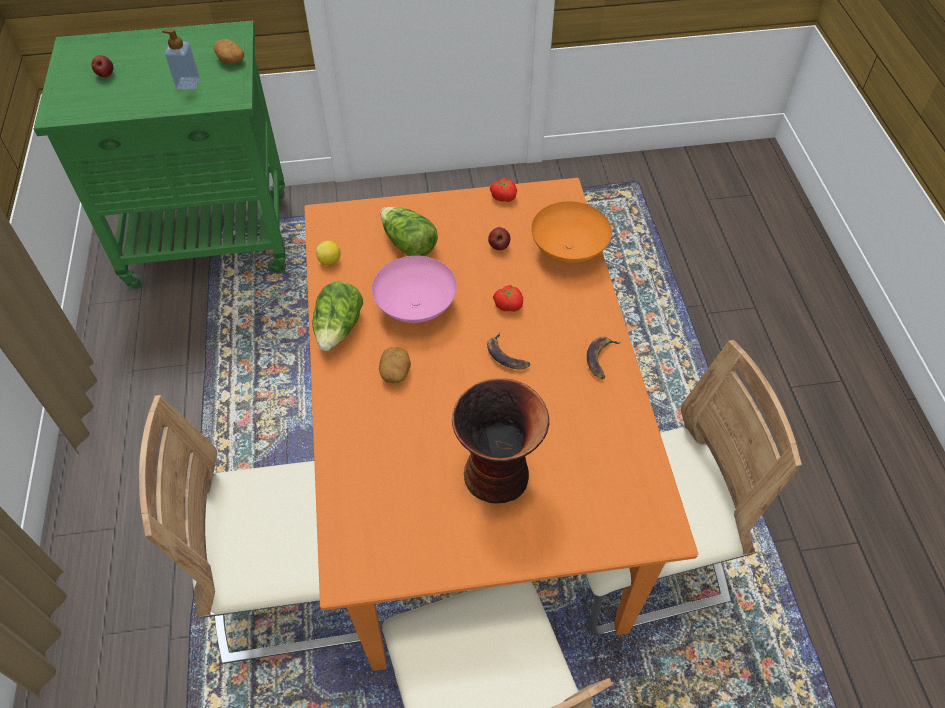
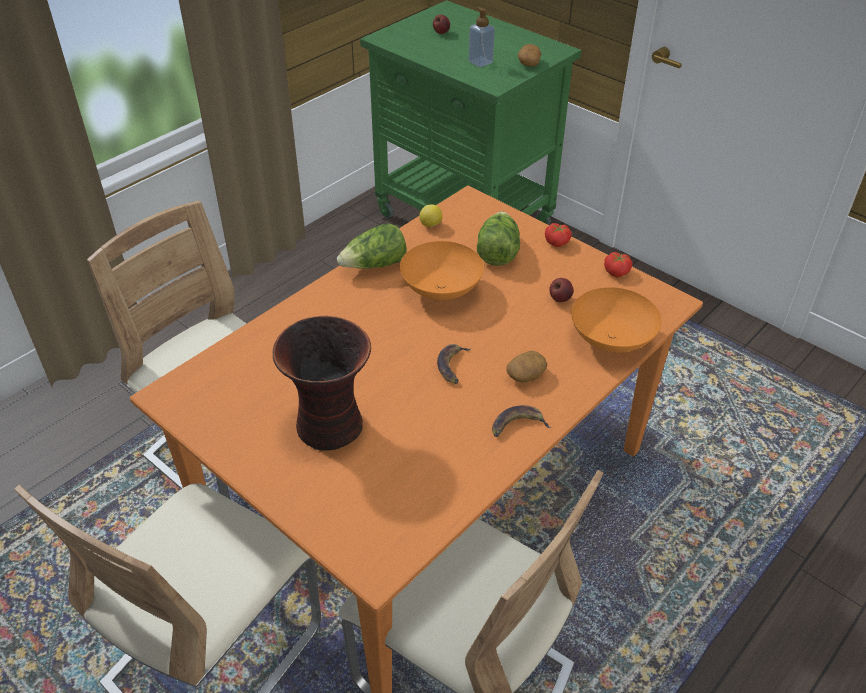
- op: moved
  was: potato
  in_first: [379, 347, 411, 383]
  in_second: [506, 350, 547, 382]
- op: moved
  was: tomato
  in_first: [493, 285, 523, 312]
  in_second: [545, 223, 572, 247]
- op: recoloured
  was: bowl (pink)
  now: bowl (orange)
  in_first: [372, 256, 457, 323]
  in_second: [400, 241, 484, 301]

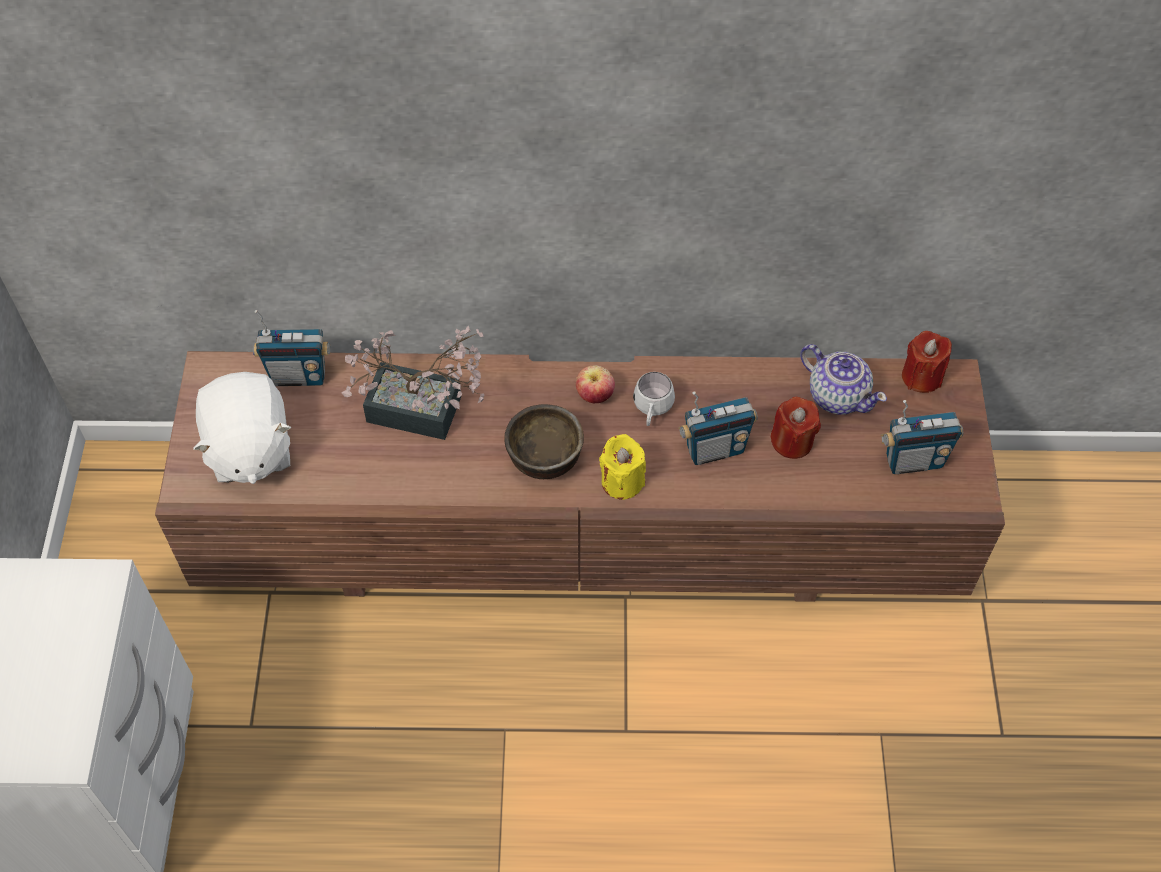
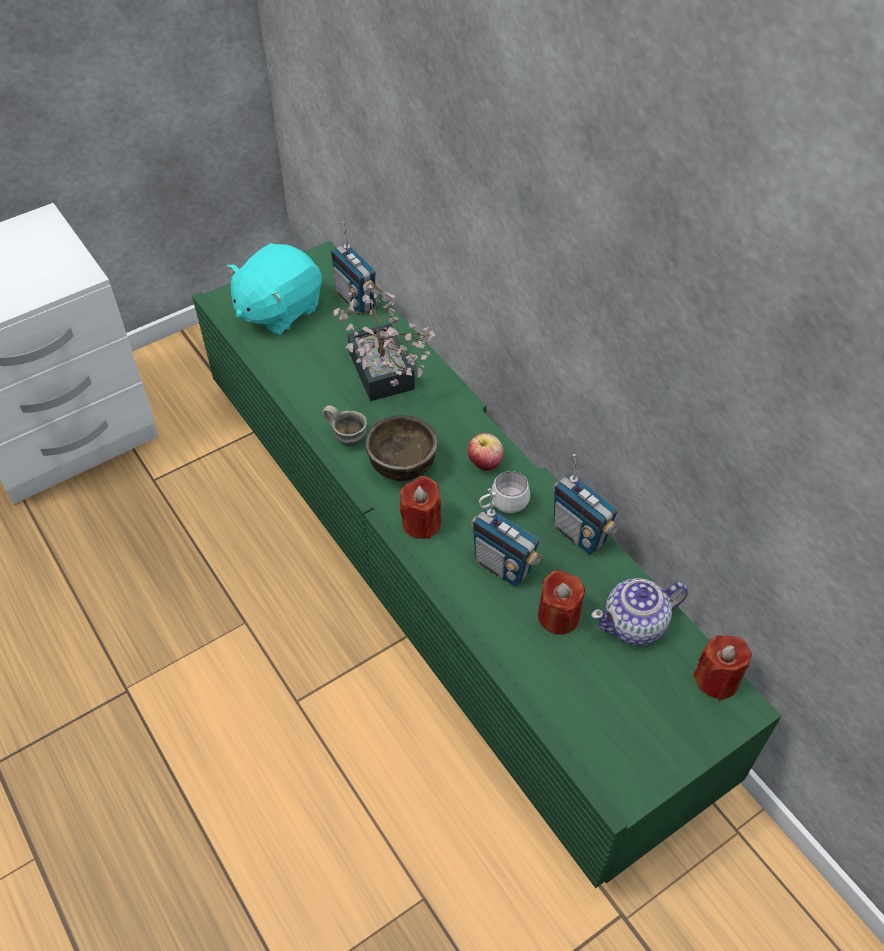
- op: added
  now: mug (grey)
  in_second: [322, 405, 367, 446]
- op: moved
  was: radio
  in_first: [881, 400, 963, 474]
  in_second: [553, 454, 619, 555]
- op: recoloured
  was: tv stand (brown)
  now: tv stand (green)
  in_first: [155, 351, 1005, 602]
  in_second: [192, 241, 781, 888]
- op: recoloured
  was: plush toy (white)
  now: plush toy (turquoise)
  in_first: [193, 372, 292, 484]
  in_second: [227, 243, 322, 336]
- op: recoloured
  was: candle (yellow)
  now: candle (red)
  in_first: [599, 434, 646, 500]
  in_second: [400, 476, 441, 539]
- op: turned
  was: teapot
  in_first: [800, 344, 887, 415]
  in_second: [591, 578, 688, 646]
  clockwise: 60

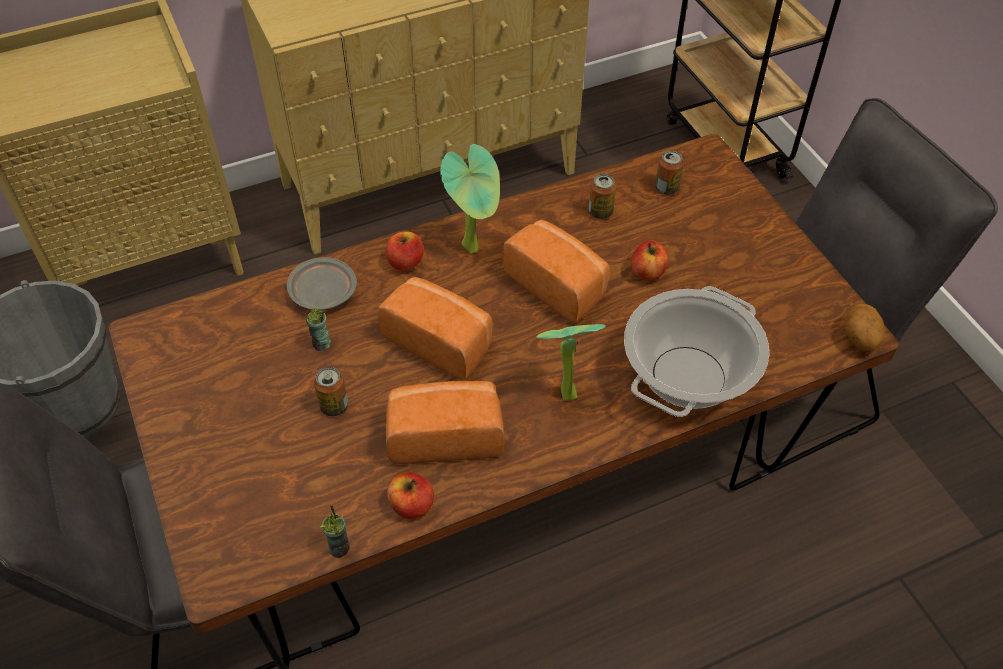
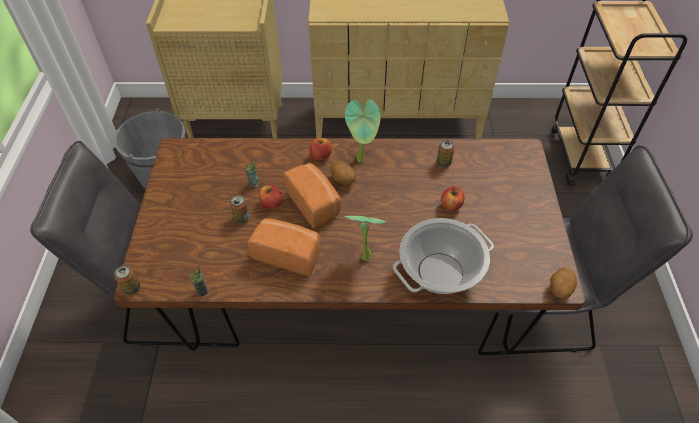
- op: removed
  was: plate (grey)
  in_first: [287, 257, 357, 310]
- op: removed
  was: bread
  in_first: [502, 220, 610, 323]
- op: added
  now: potato
  in_second: [330, 161, 356, 185]
- op: moved
  was: apple
  in_first: [387, 472, 434, 519]
  in_second: [259, 185, 282, 209]
- op: moved
  was: can
  in_first: [655, 150, 684, 195]
  in_second: [114, 265, 140, 295]

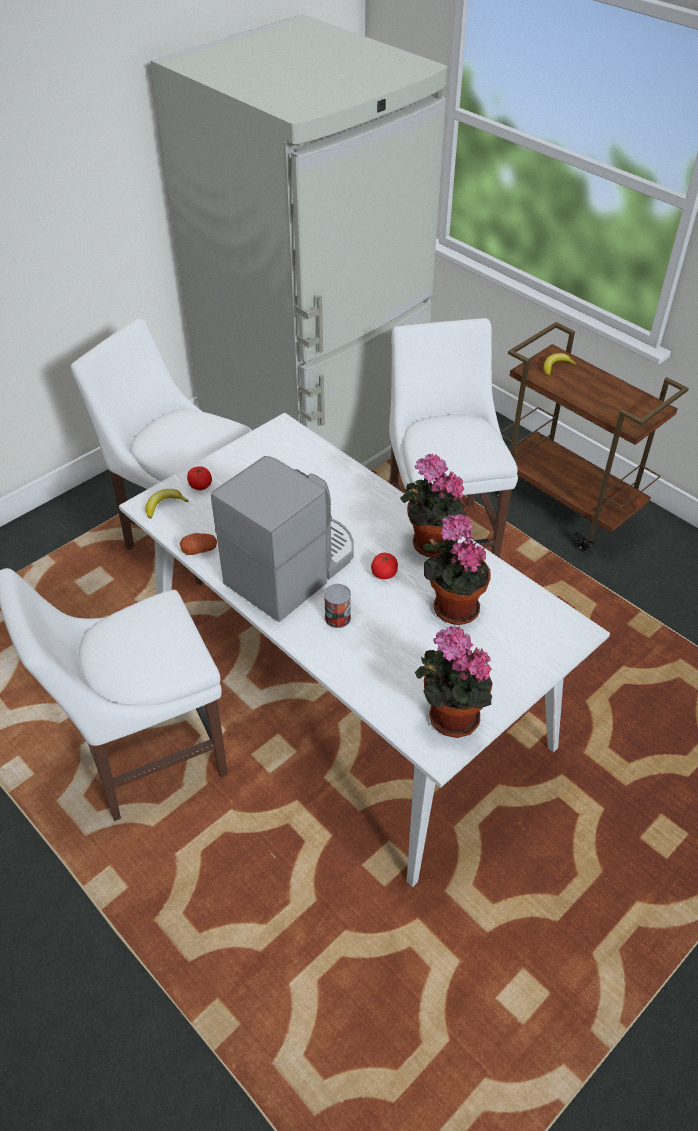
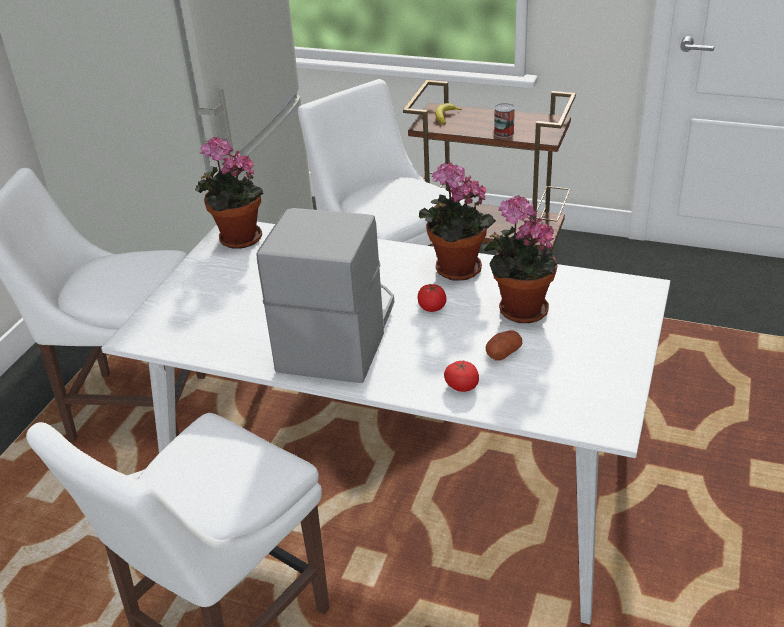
- op: removed
  was: banana
  in_first: [145, 489, 189, 519]
- op: moved
  was: potato
  in_first: [180, 533, 217, 555]
  in_second: [486, 330, 522, 361]
- op: moved
  was: tomato
  in_first: [187, 467, 212, 490]
  in_second: [444, 361, 479, 392]
- op: moved
  was: can
  in_first: [324, 584, 351, 628]
  in_second: [494, 103, 515, 138]
- op: moved
  was: potted plant
  in_first: [415, 626, 493, 738]
  in_second: [195, 137, 263, 249]

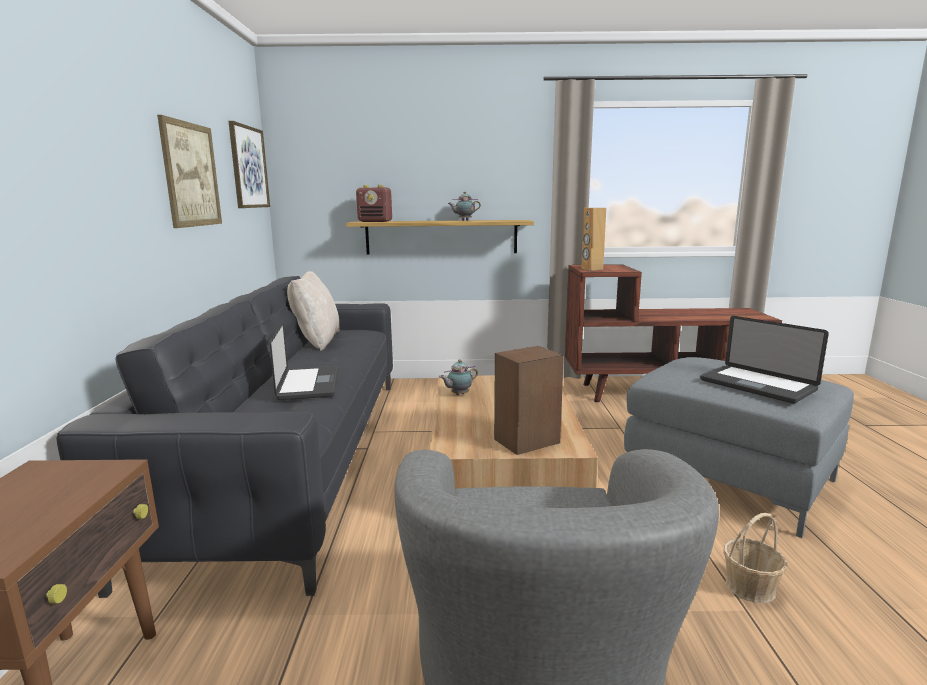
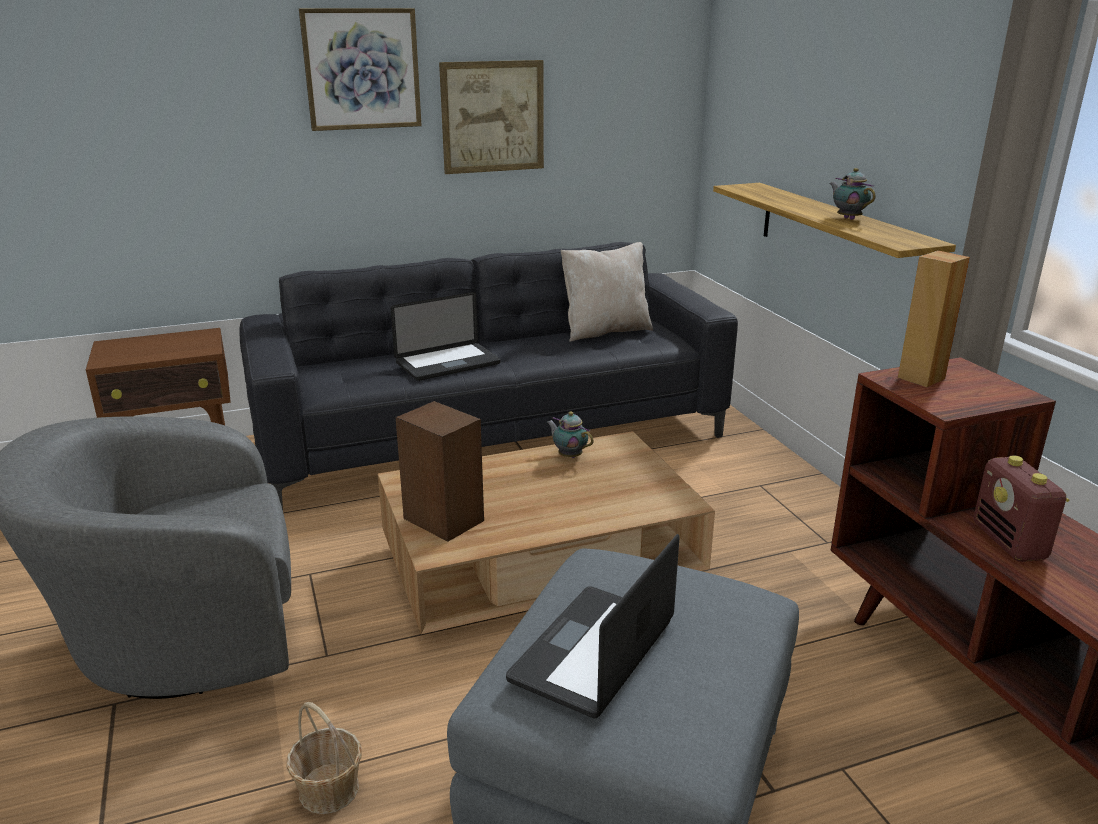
- op: moved
  was: picture
  in_first: [228, 121, 270, 208]
  in_second: [299, 8, 422, 131]
- op: moved
  was: radio
  in_first: [356, 185, 392, 222]
  in_second: [974, 455, 1069, 562]

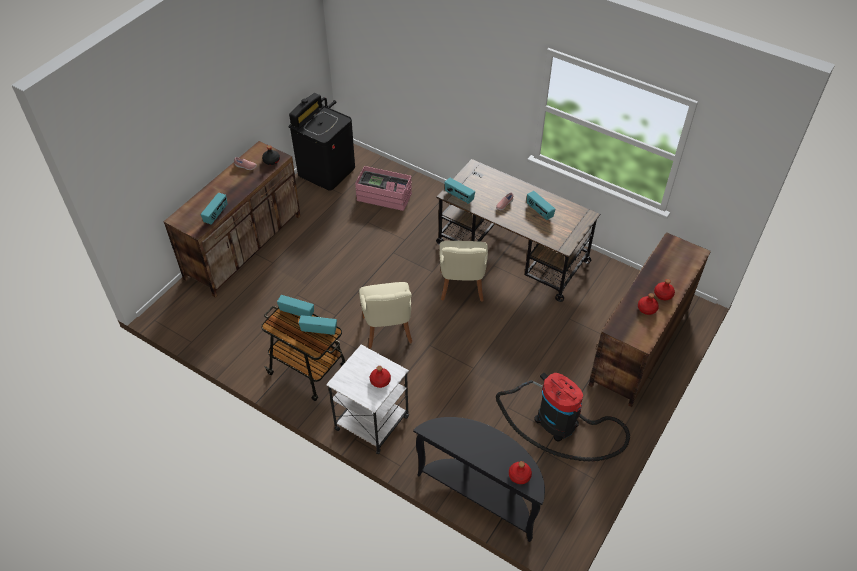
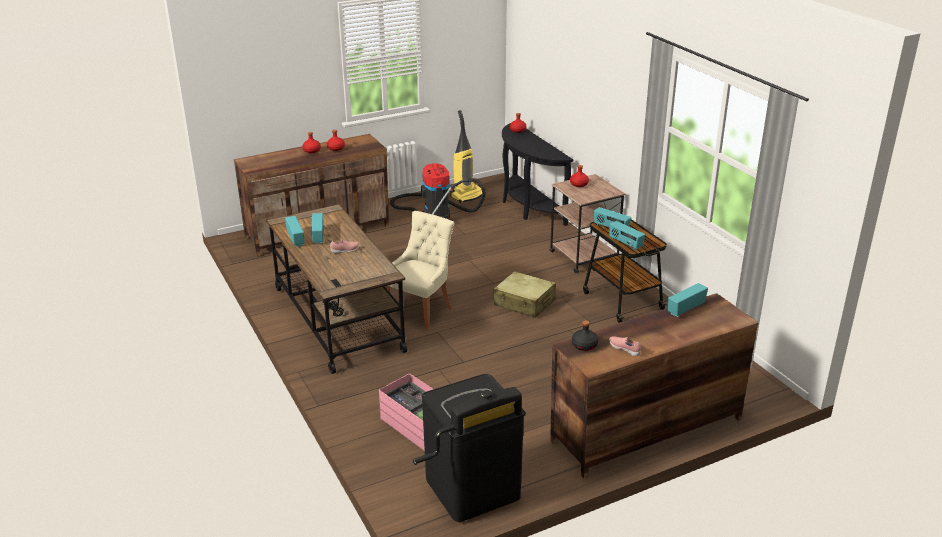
- op: added
  now: vacuum cleaner
  in_second: [450, 110, 482, 203]
- op: moved
  was: radio
  in_first: [444, 178, 475, 204]
  in_second: [285, 216, 305, 246]
- op: replaced
  was: chair (beige)
  now: suitcase (beige)
  in_first: [359, 282, 412, 349]
  in_second: [493, 271, 556, 318]
- op: recoloured
  was: cart (white)
  now: cart (brown)
  in_first: [326, 345, 409, 454]
  in_second: [549, 174, 626, 273]

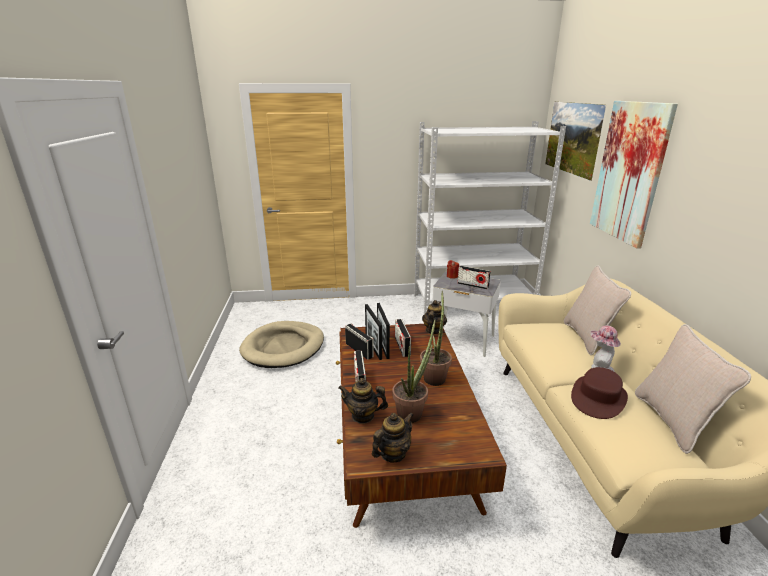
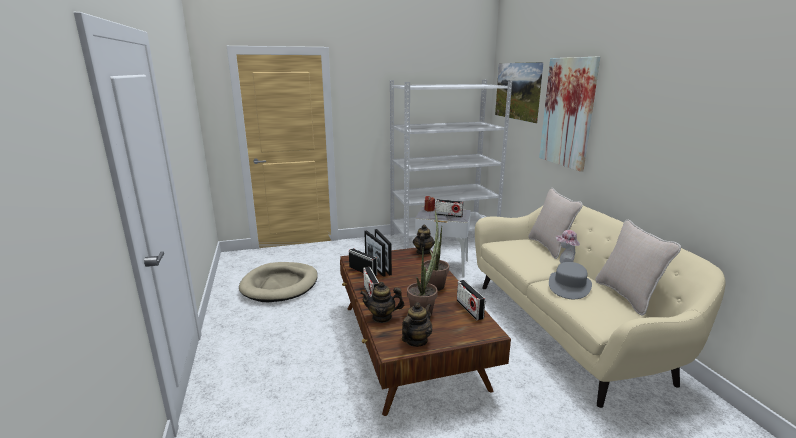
- op: moved
  was: radio
  in_first: [395, 319, 411, 357]
  in_second: [457, 280, 485, 320]
- op: recoloured
  was: hat (brown)
  now: hat (grey)
  in_first: [571, 367, 628, 419]
  in_second: [549, 262, 592, 299]

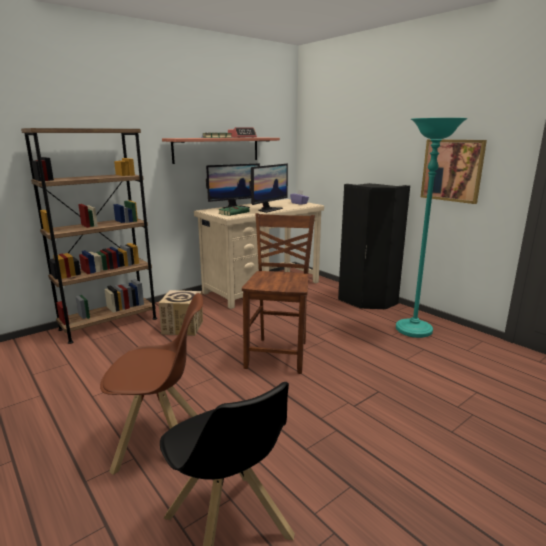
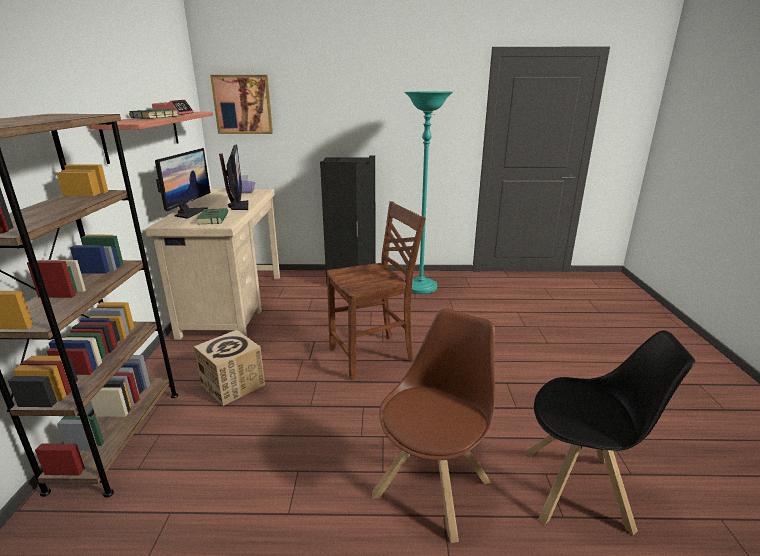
- op: moved
  was: picture
  in_first: [421, 139, 487, 204]
  in_second: [210, 75, 273, 134]
- op: turned
  was: chair (brown)
  in_first: [242, 213, 315, 374]
  in_second: [327, 201, 426, 380]
  clockwise: 105

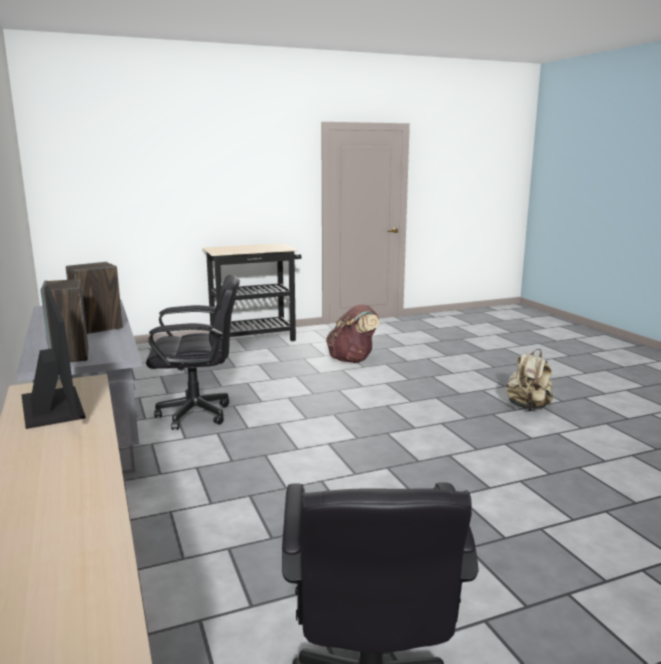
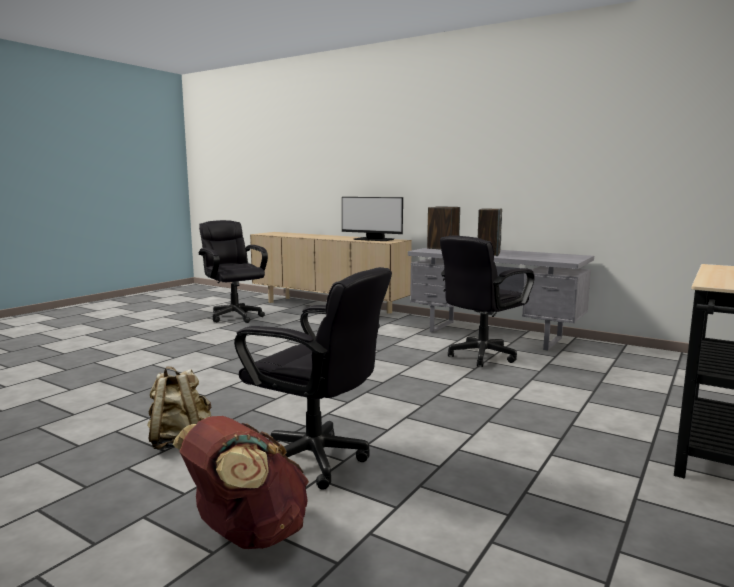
- op: added
  now: office chair (black)
  in_second: [234, 267, 392, 490]
- op: moved
  was: backpack (brown)
  in_first: [326, 305, 379, 363]
  in_second: [173, 416, 309, 549]

